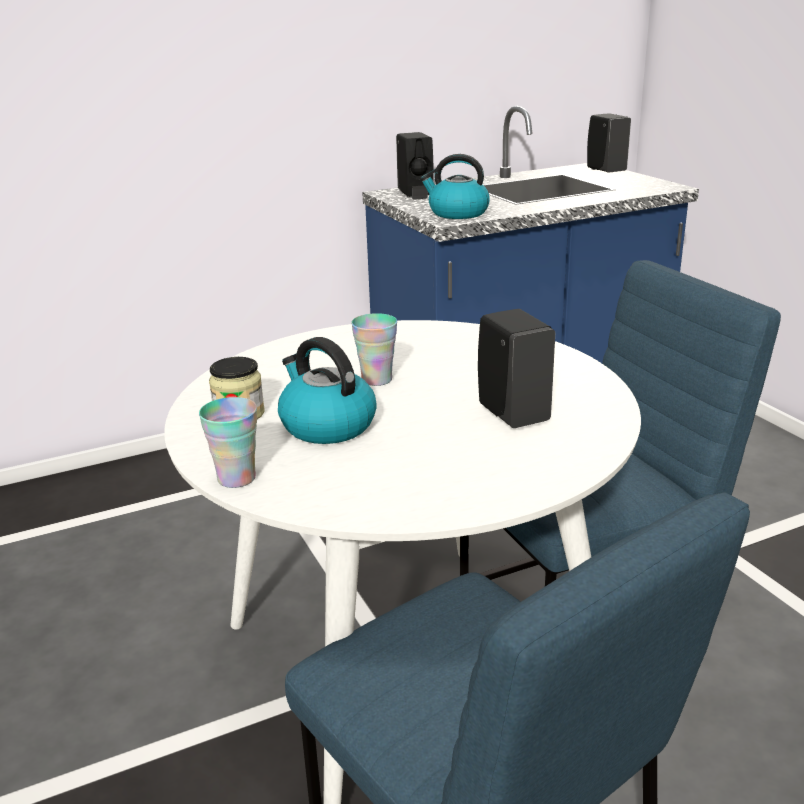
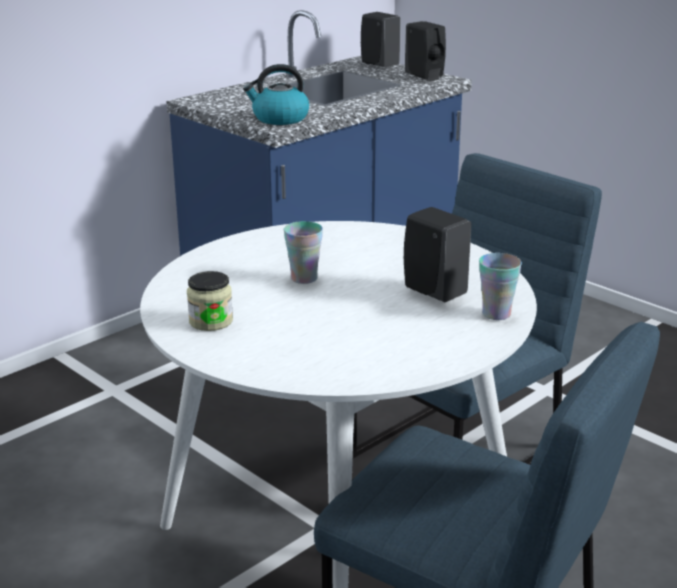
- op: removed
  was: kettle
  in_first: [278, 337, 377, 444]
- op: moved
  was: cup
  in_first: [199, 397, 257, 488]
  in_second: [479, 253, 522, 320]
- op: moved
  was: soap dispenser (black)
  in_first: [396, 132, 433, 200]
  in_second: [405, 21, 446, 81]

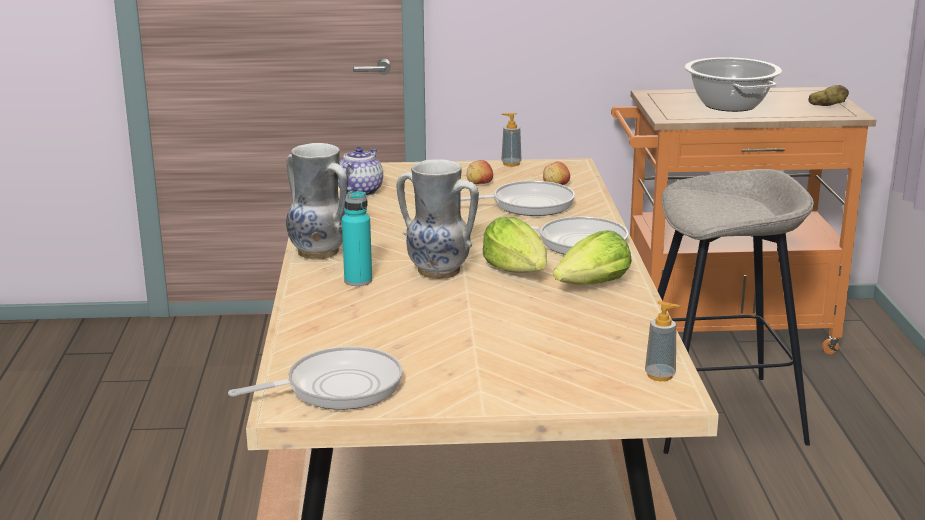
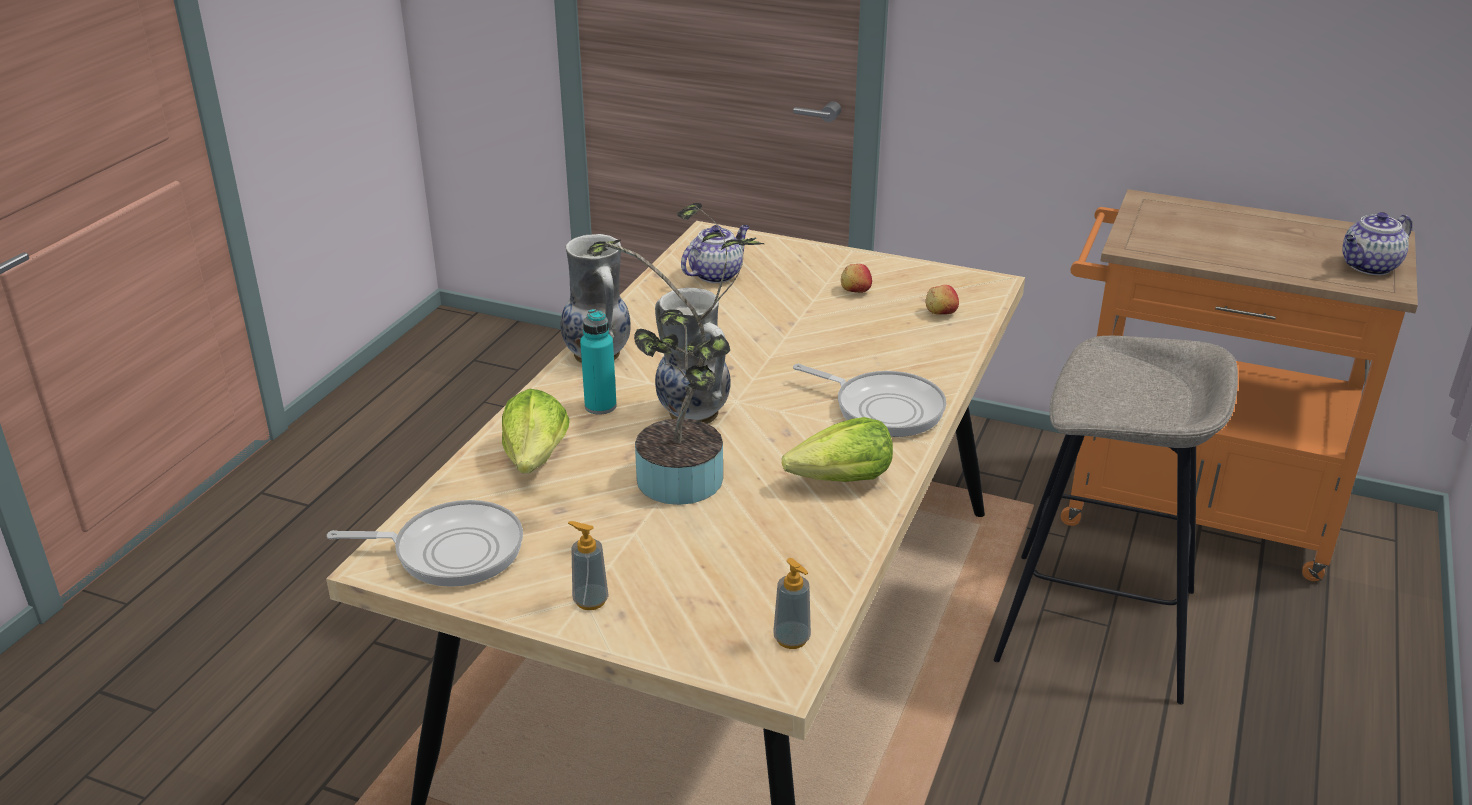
- op: removed
  was: frying pan
  in_first: [460, 181, 575, 216]
- op: removed
  was: cooking pot
  in_first: [685, 57, 782, 112]
- op: added
  now: potted plant
  in_second: [587, 203, 764, 505]
- op: moved
  was: lettuce
  in_first: [483, 217, 547, 273]
  in_second: [502, 389, 570, 473]
- op: moved
  was: soap dispenser
  in_first: [501, 113, 522, 167]
  in_second: [568, 521, 609, 610]
- op: replaced
  was: potato
  now: teapot
  in_first: [808, 85, 849, 106]
  in_second: [1342, 212, 1412, 275]

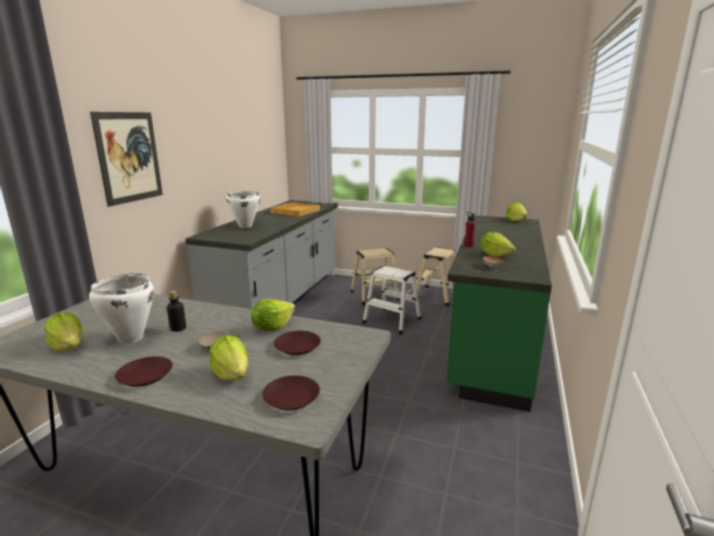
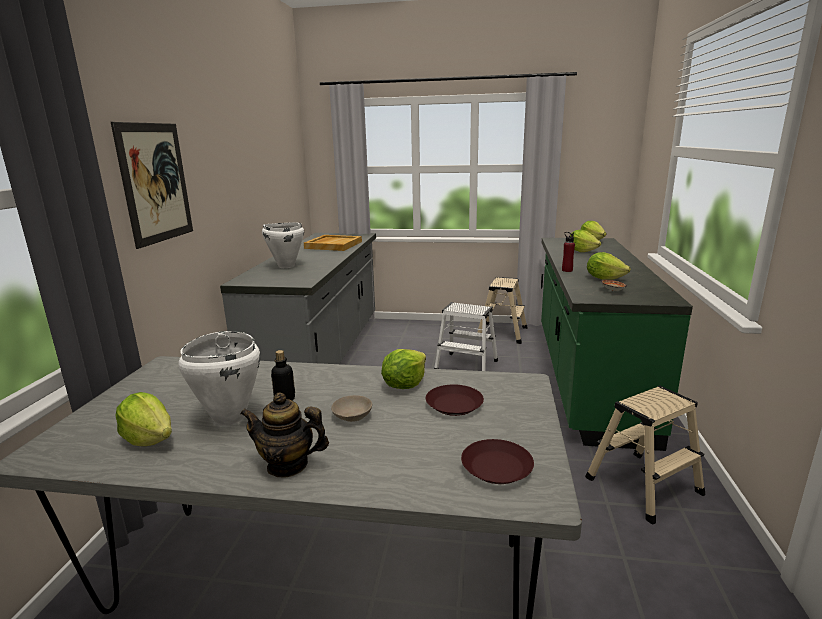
- op: moved
  was: lettuce
  in_first: [210, 335, 248, 381]
  in_second: [570, 230, 601, 252]
- op: moved
  was: step ladder (beige)
  in_first: [351, 248, 400, 306]
  in_second: [585, 385, 705, 525]
- op: replaced
  was: plate (brown)
  now: teapot
  in_first: [115, 356, 172, 387]
  in_second: [240, 393, 329, 478]

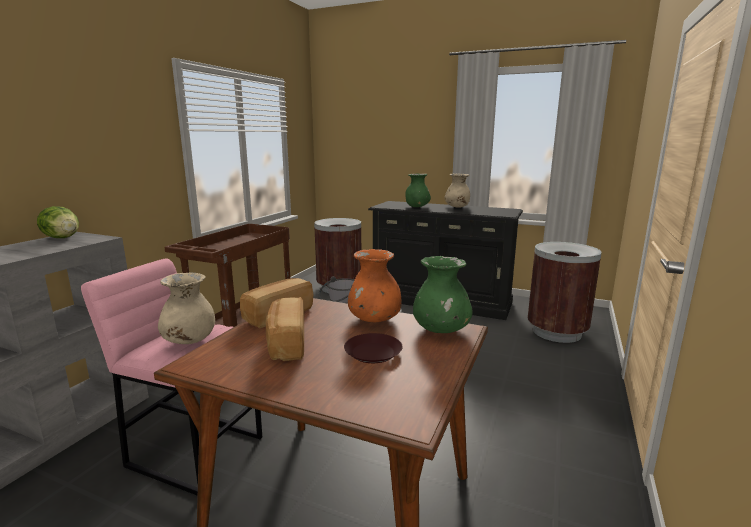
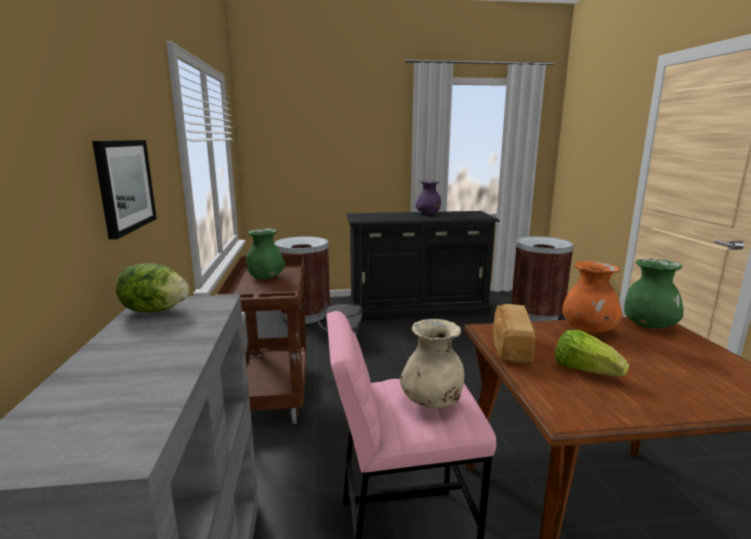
- op: removed
  was: plate (brown)
  in_first: [344, 333, 403, 363]
- op: added
  now: picture
  in_second: [92, 140, 157, 239]
- op: moved
  was: vase (green)
  in_first: [406, 173, 431, 207]
  in_second: [246, 228, 285, 279]
- op: replaced
  was: bread
  now: lettuce
  in_first: [266, 297, 304, 361]
  in_second: [555, 330, 629, 376]
- op: recoloured
  was: vase (beige)
  now: vase (purple)
  in_first: [445, 174, 470, 208]
  in_second: [415, 181, 441, 214]

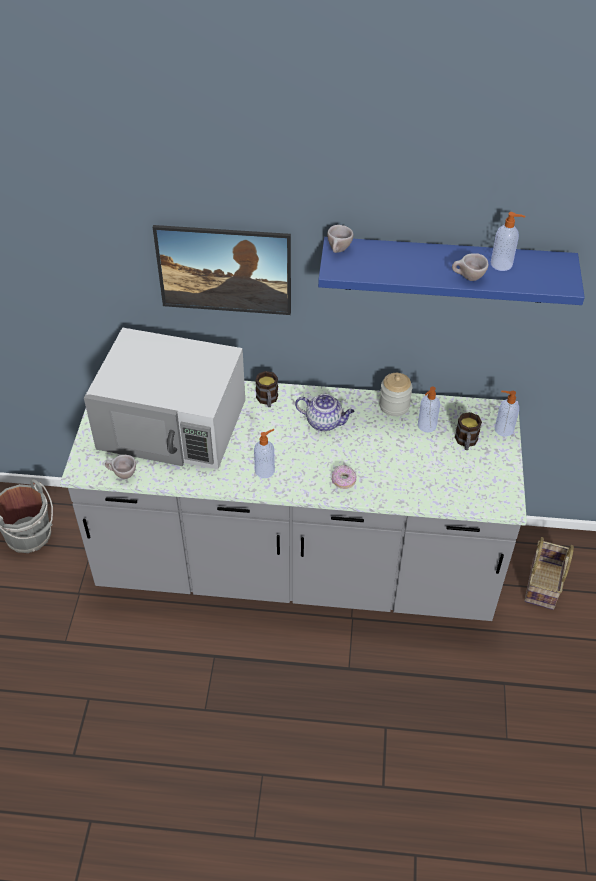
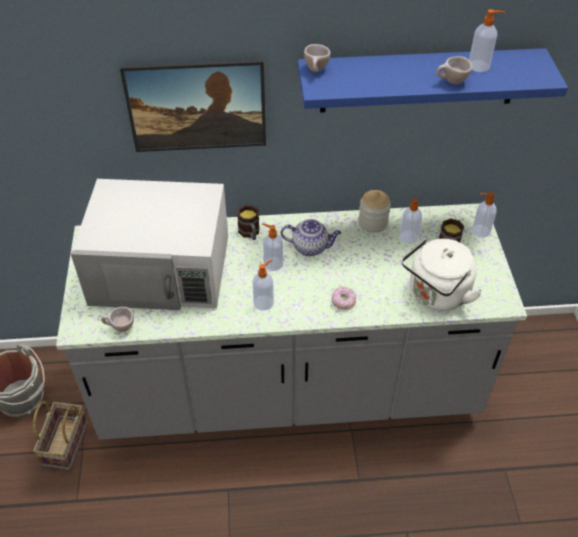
- op: added
  now: soap dispenser
  in_second: [262, 223, 283, 271]
- op: added
  now: kettle (white)
  in_second: [402, 239, 483, 311]
- op: moved
  was: basket
  in_first: [524, 537, 574, 610]
  in_second: [33, 401, 88, 470]

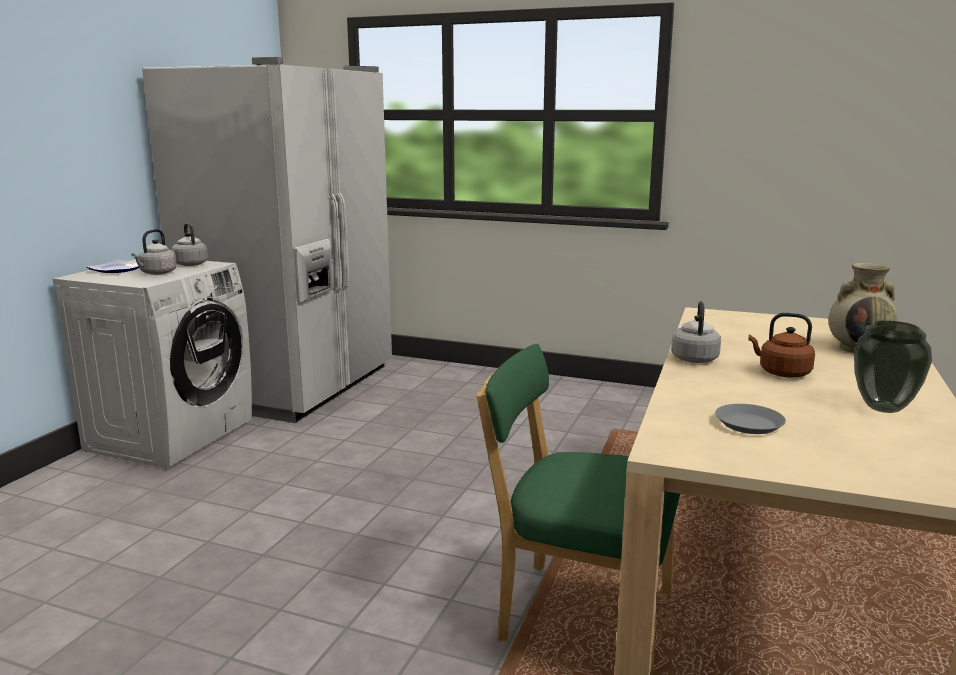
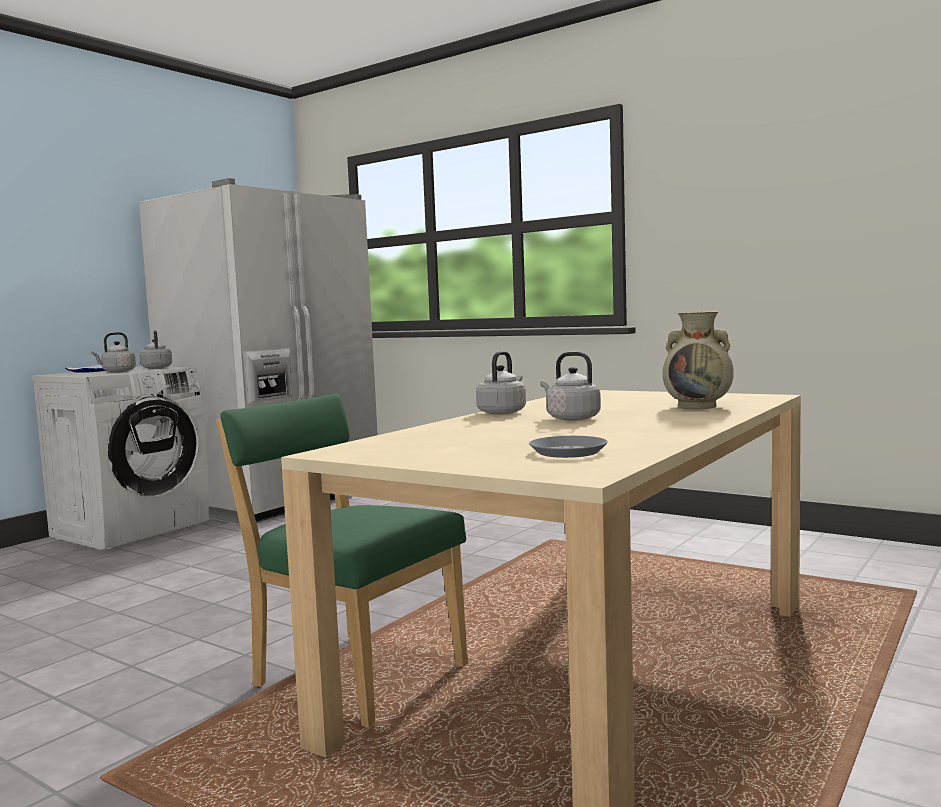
- op: removed
  was: vase
  in_first: [854, 321, 932, 413]
- op: moved
  was: plate (grey)
  in_first: [715, 404, 786, 434]
  in_second: [529, 436, 608, 458]
- op: recoloured
  was: kettle (brown)
  now: kettle (grey)
  in_first: [748, 313, 815, 377]
  in_second: [540, 352, 601, 421]

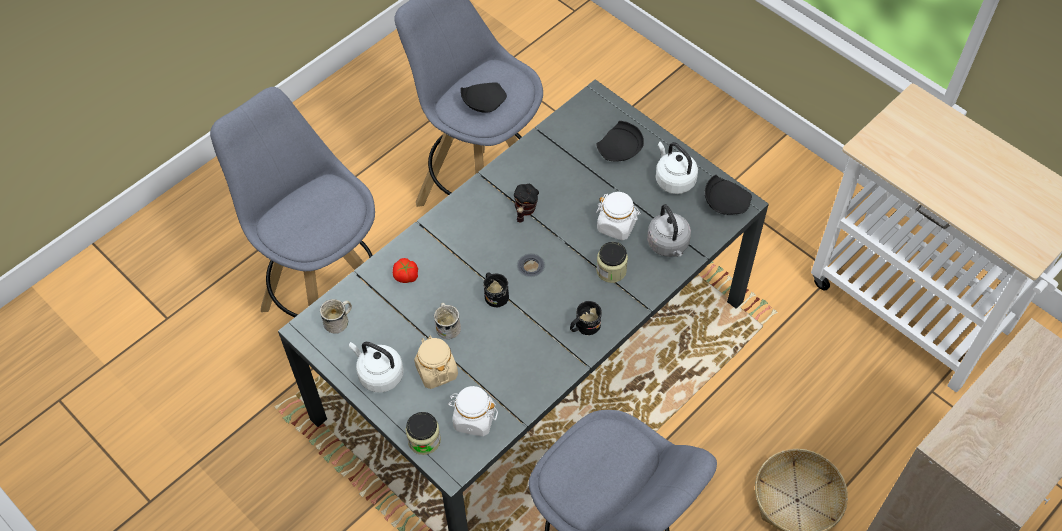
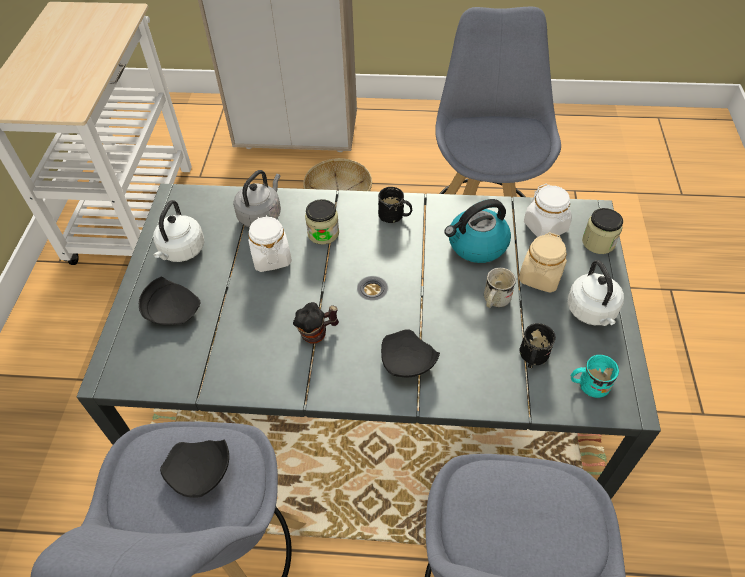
- op: removed
  was: tomato
  in_first: [393, 258, 418, 283]
- op: added
  now: kettle
  in_second: [444, 199, 511, 263]
- op: moved
  was: mug (black)
  in_first: [483, 272, 509, 307]
  in_second: [520, 323, 556, 368]
- op: moved
  was: plate (black)
  in_first: [705, 175, 752, 215]
  in_second: [381, 329, 440, 378]
- op: recoloured
  was: mug (white)
  now: mug (turquoise)
  in_first: [320, 299, 352, 334]
  in_second: [570, 355, 619, 398]

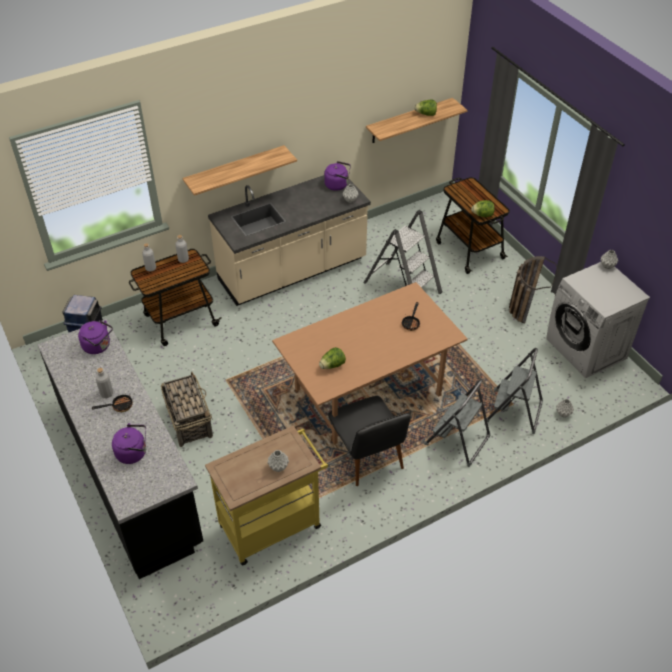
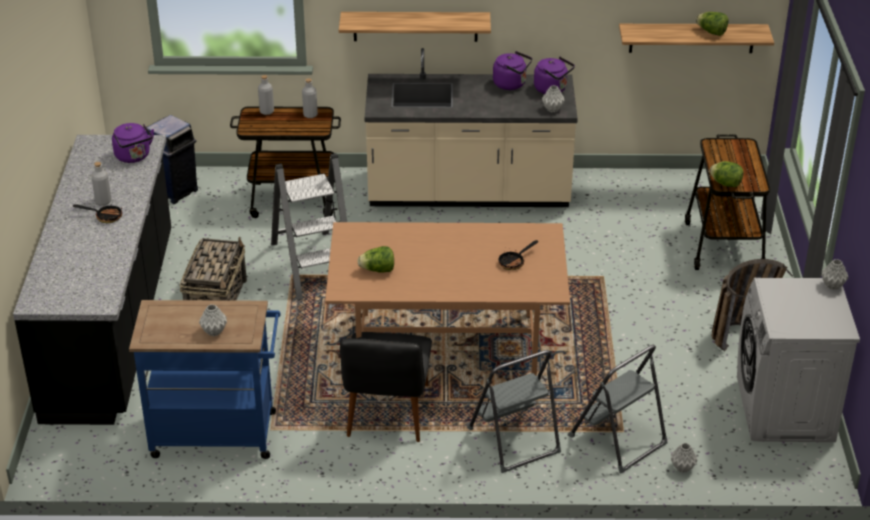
- op: moved
  was: kettle (purple)
  in_first: [112, 423, 146, 464]
  in_second: [493, 51, 532, 90]
- op: moved
  was: step ladder (grey)
  in_first: [363, 210, 442, 294]
  in_second: [271, 153, 347, 301]
- op: recoloured
  was: cart (yellow)
  now: cart (blue)
  in_first: [205, 425, 328, 565]
  in_second: [129, 300, 281, 459]

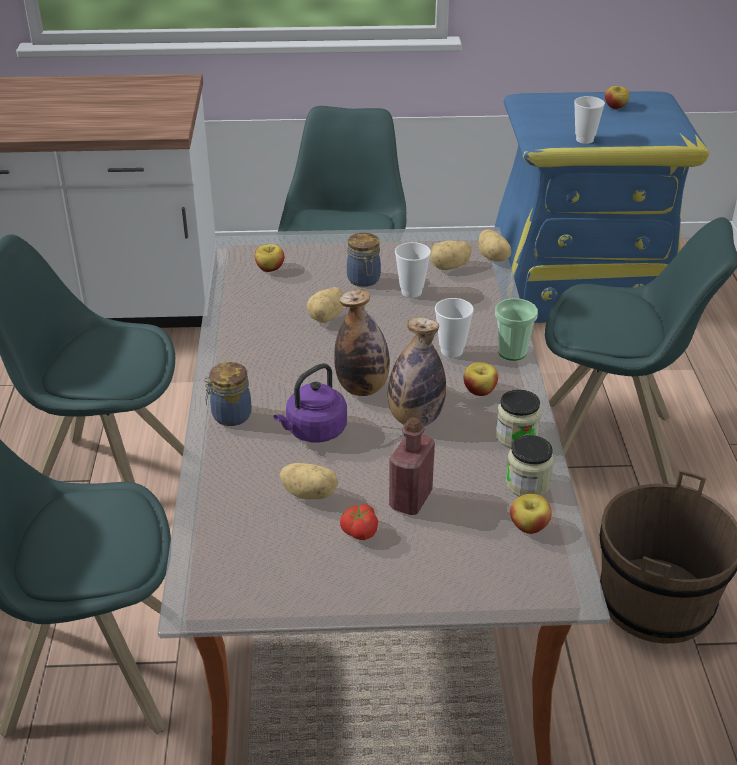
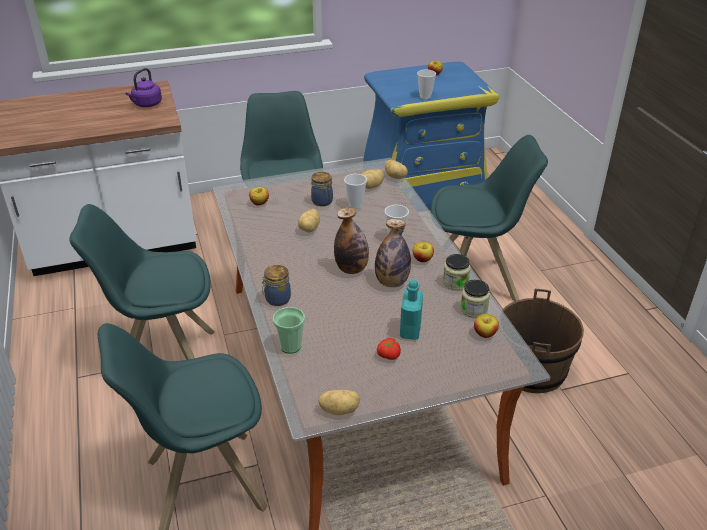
- op: moved
  was: kettle (purple)
  in_first: [274, 363, 347, 443]
  in_second: [126, 68, 162, 107]
- op: moved
  was: potato
  in_first: [280, 463, 338, 499]
  in_second: [318, 390, 360, 415]
- op: moved
  was: cup
  in_first: [495, 298, 538, 361]
  in_second: [273, 307, 305, 354]
- op: recoloured
  was: bottle (red)
  now: bottle (turquoise)
  in_first: [389, 417, 435, 515]
  in_second: [400, 280, 423, 340]

